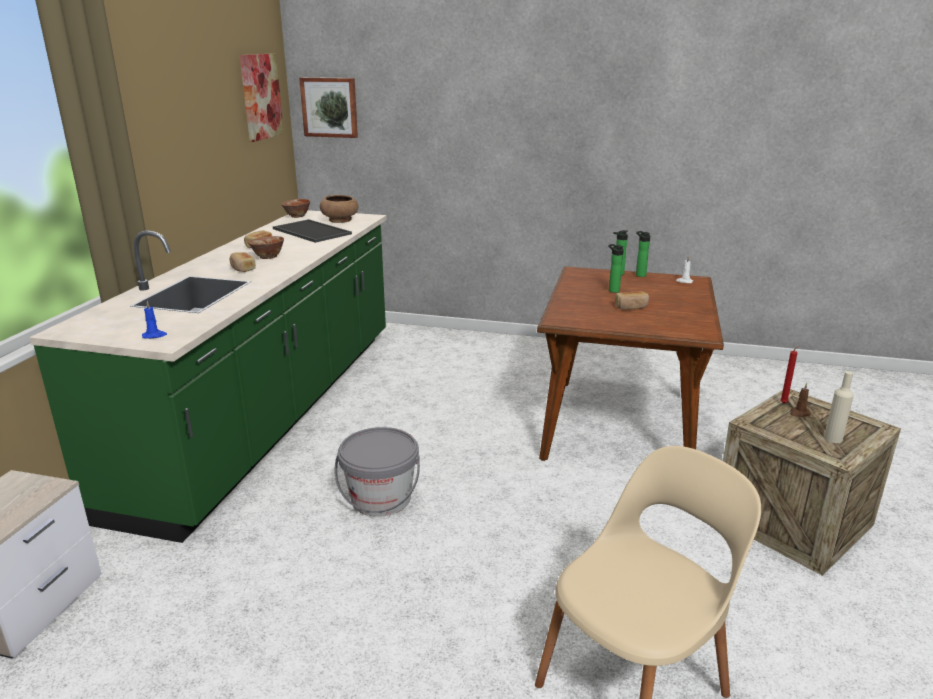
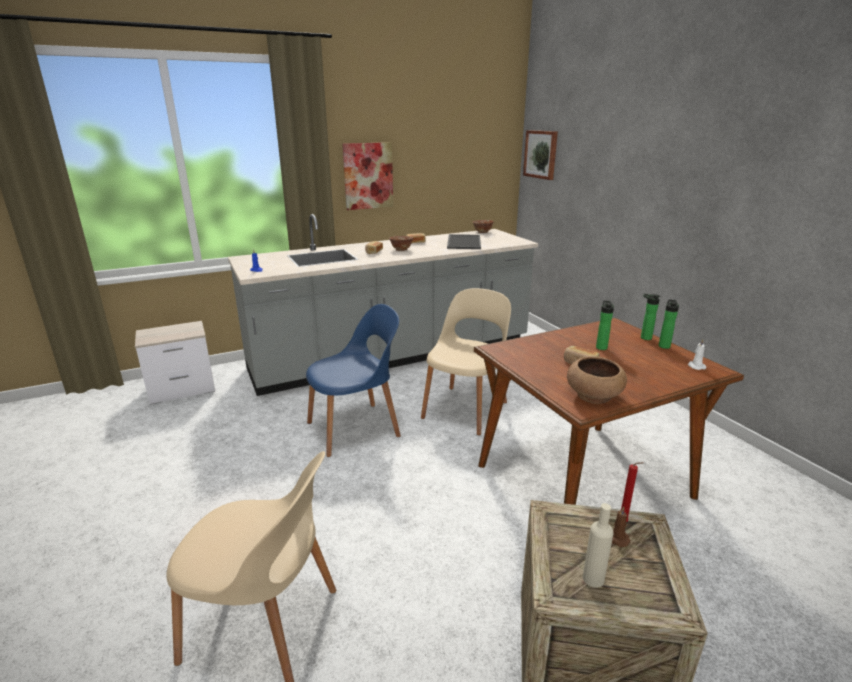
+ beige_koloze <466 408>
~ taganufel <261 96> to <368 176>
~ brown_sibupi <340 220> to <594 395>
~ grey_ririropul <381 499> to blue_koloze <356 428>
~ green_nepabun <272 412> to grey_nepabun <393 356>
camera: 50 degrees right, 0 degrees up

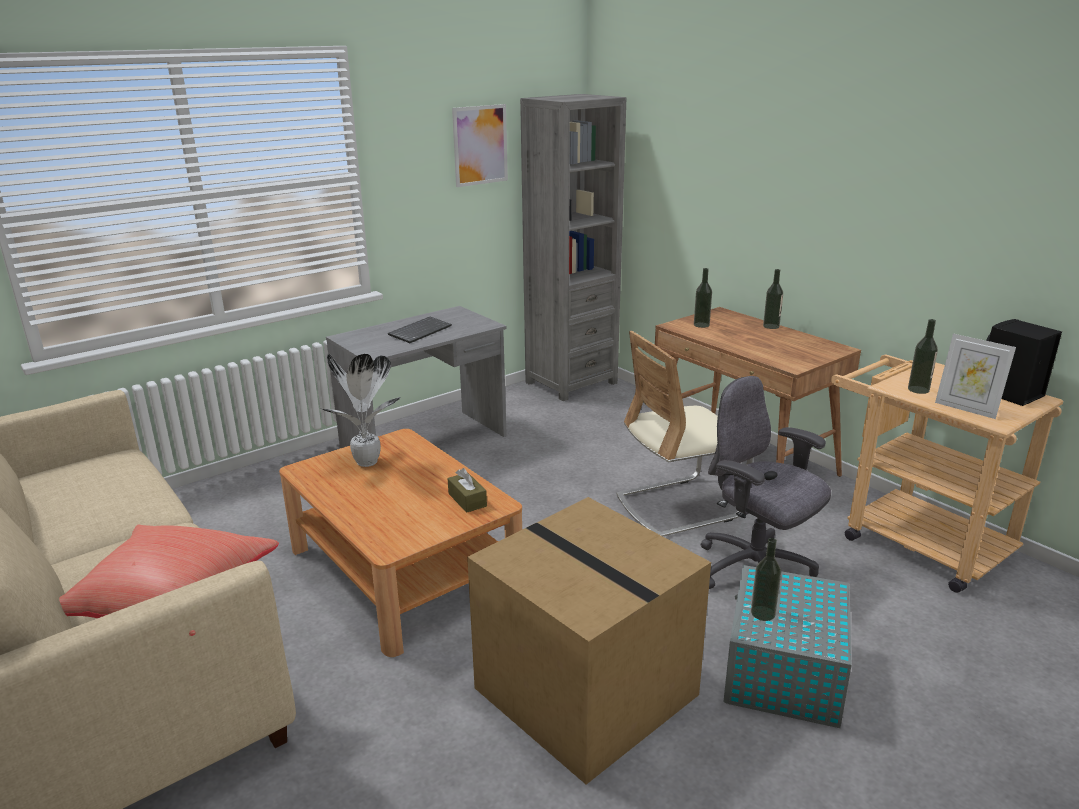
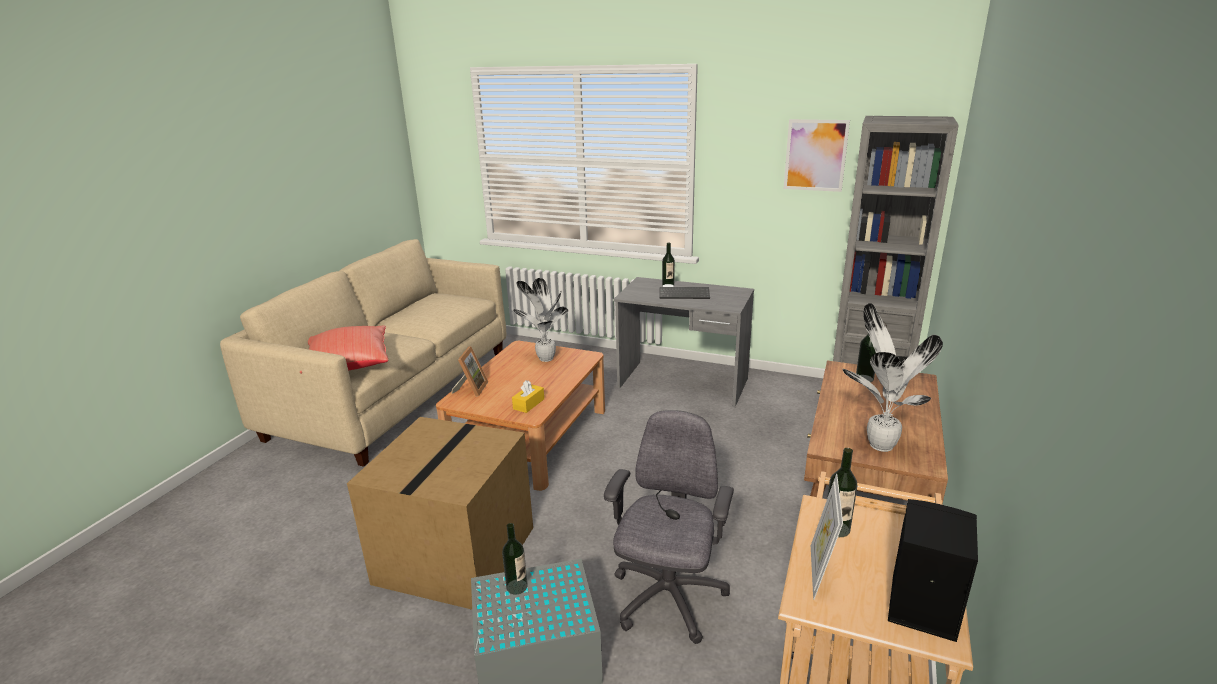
- beige_koloze <679 506>
+ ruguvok <471 389>
+ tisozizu <879 444>
~ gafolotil <771 326> to <668 286>
~ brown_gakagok <467 500> to yellow_gakagok <528 404>
camera: 60 degrees right, 0 degrees up

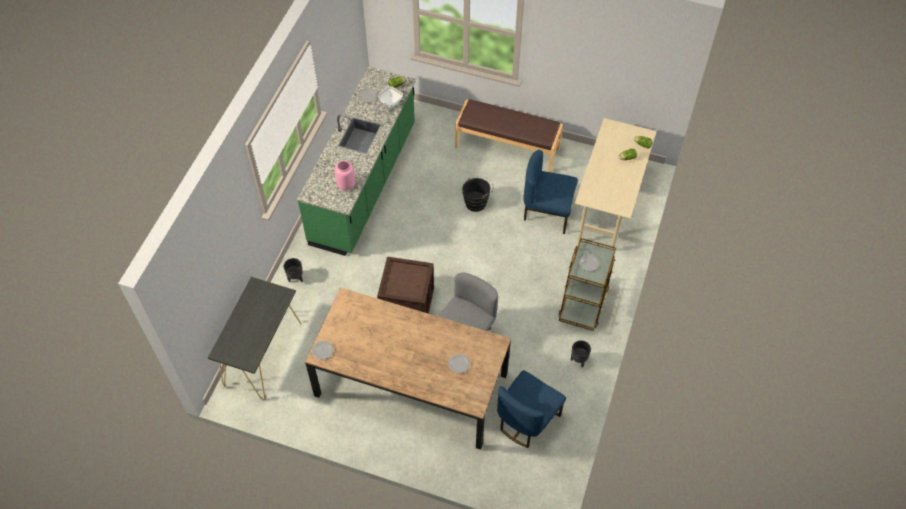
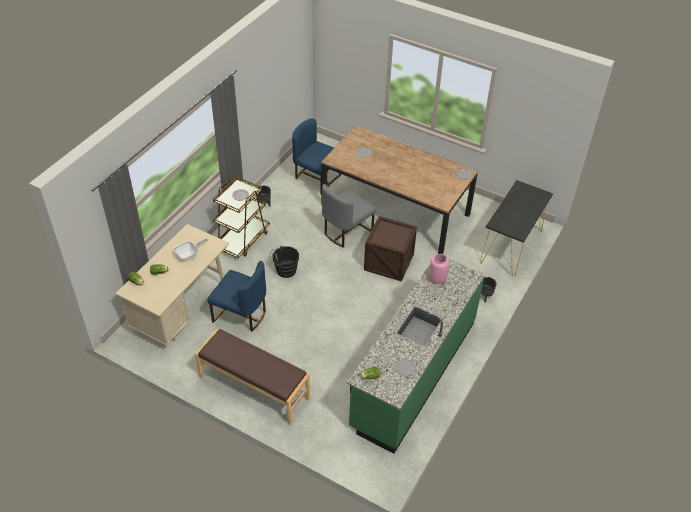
~ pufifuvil <388 104> to <189 255>
~ black_ririropul <477 202> to <284 271>
~ blue_koloze <527 420> = <316 178> 105 degrees counterclockwise
camera: 170 degrees left, 10 degrees down

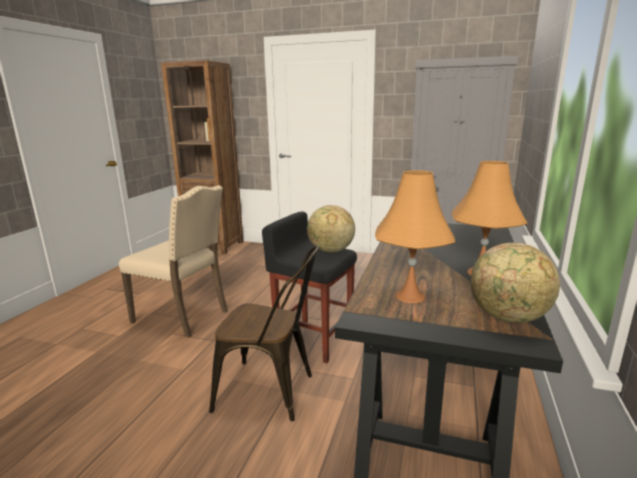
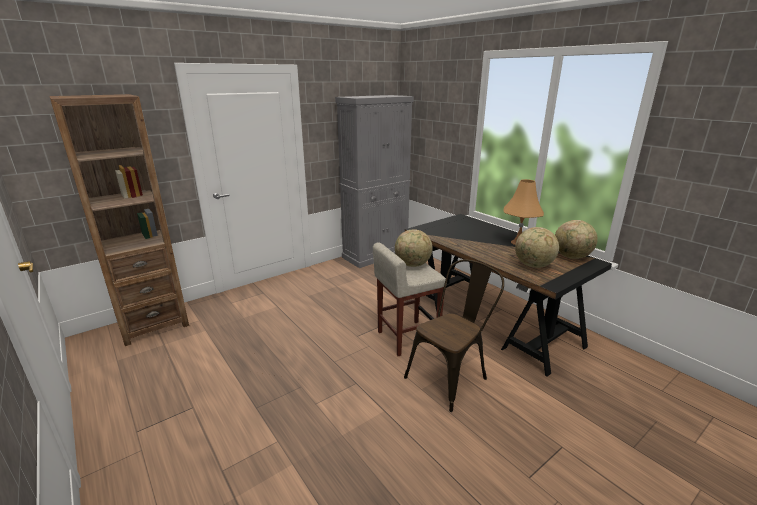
- beige_koloze <183 316>
~ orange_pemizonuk <409 296> to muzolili <533 266>
~ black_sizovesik <313 340> to beige_sizovesik <407 338>
camera: 55 degrees left, 5 degrees up

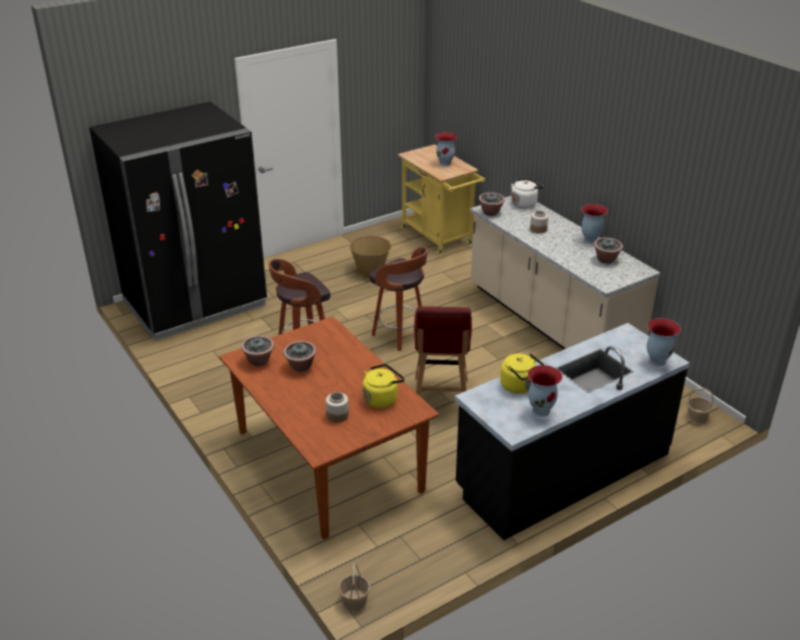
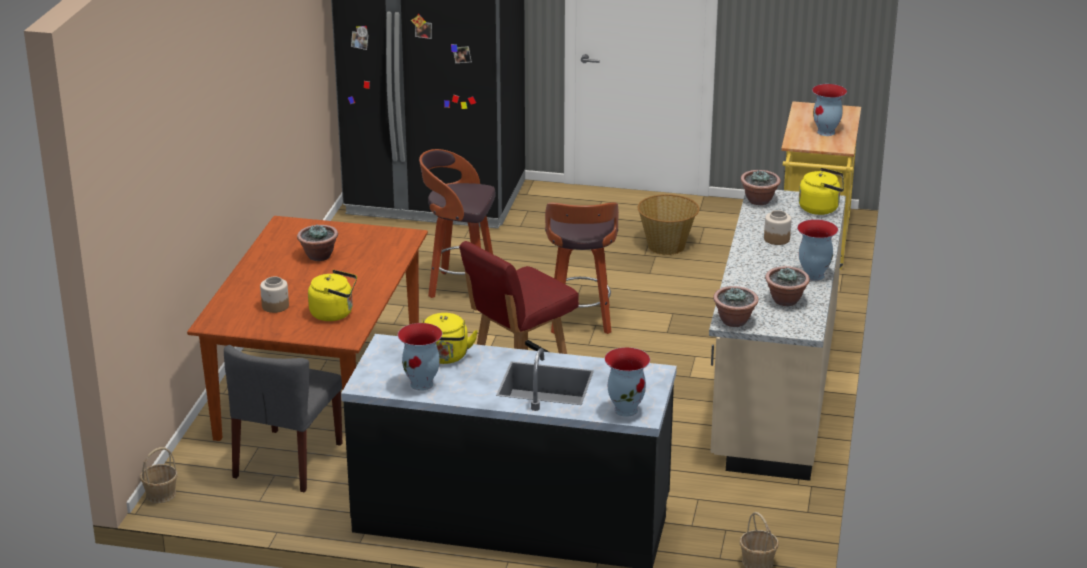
+ grey_koloze <288 461>
~ tisozizu <259 361> to <734 321>
~ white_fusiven <524 204> to yellow_fusiven <821 208>
camera: 45 degrees right, 5 degrees down

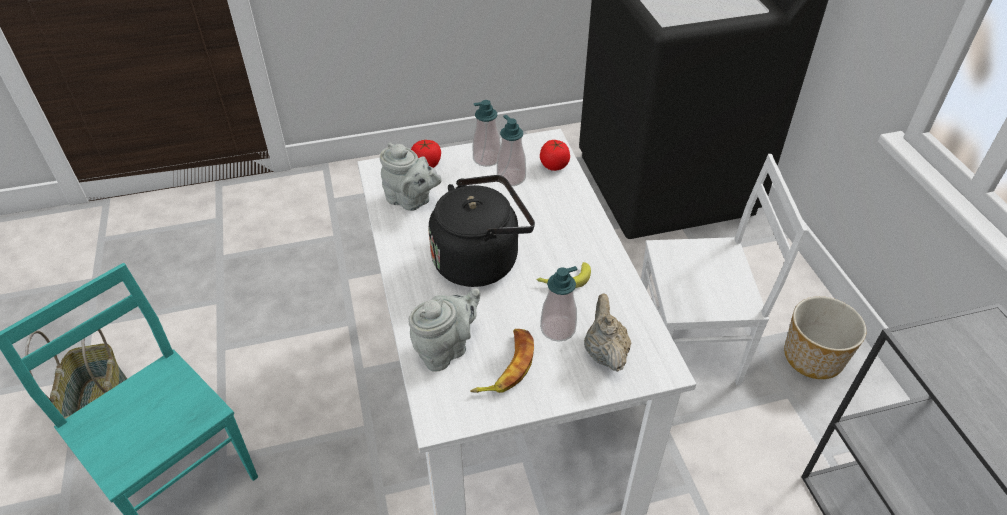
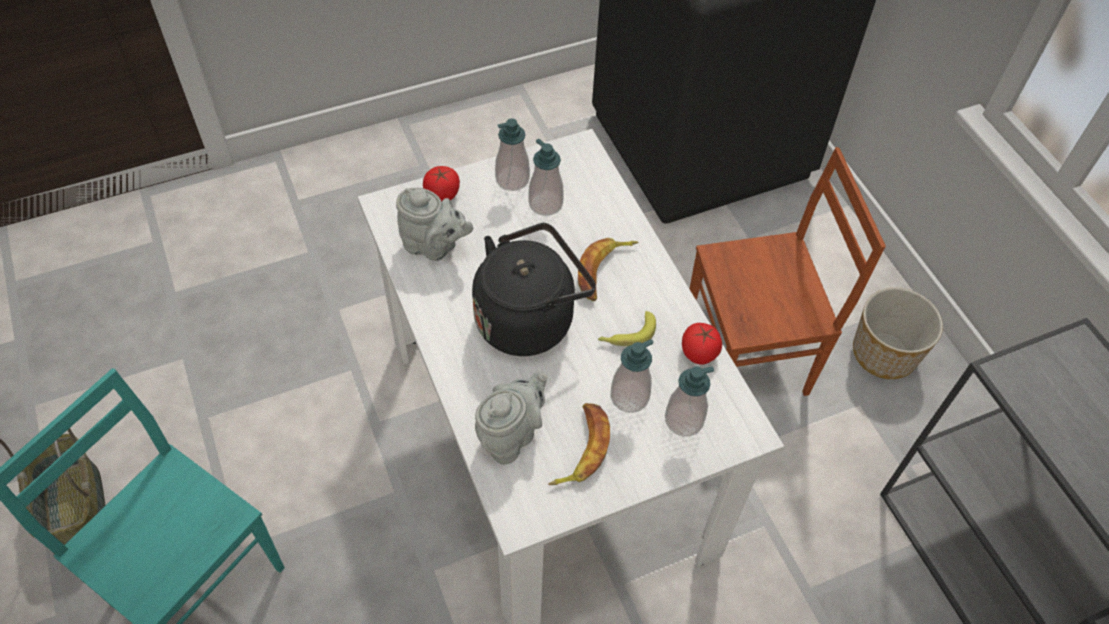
+ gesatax <603 271>
~ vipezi <554 165> to <699 352>
~ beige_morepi <604 352> to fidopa <684 420>
~ white_koloze <689 348> to brown_koloze <748 357>
camera: 10 degrees left, 10 degrees up

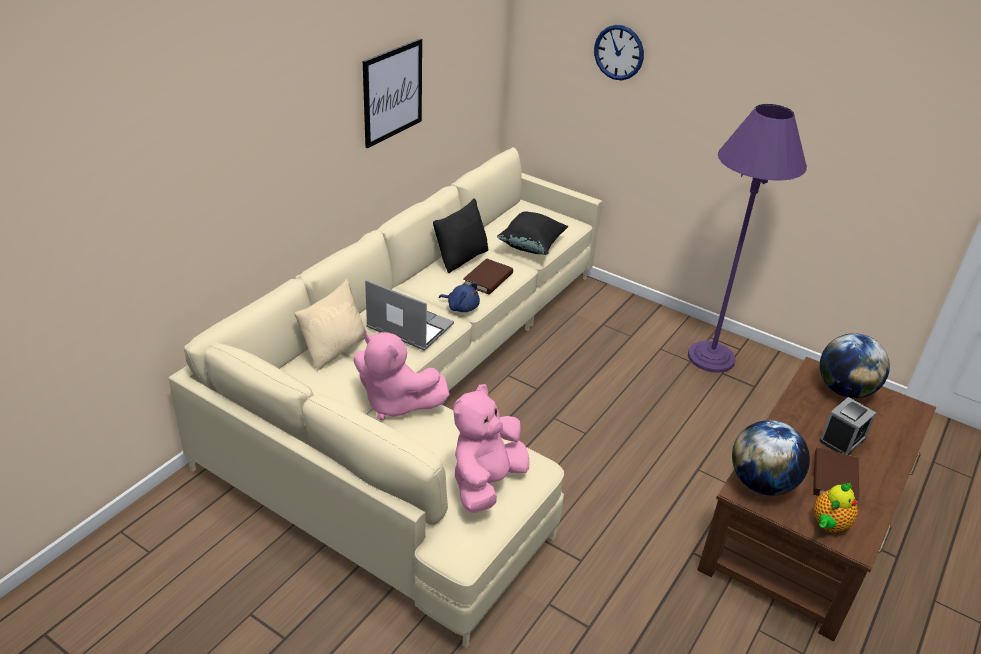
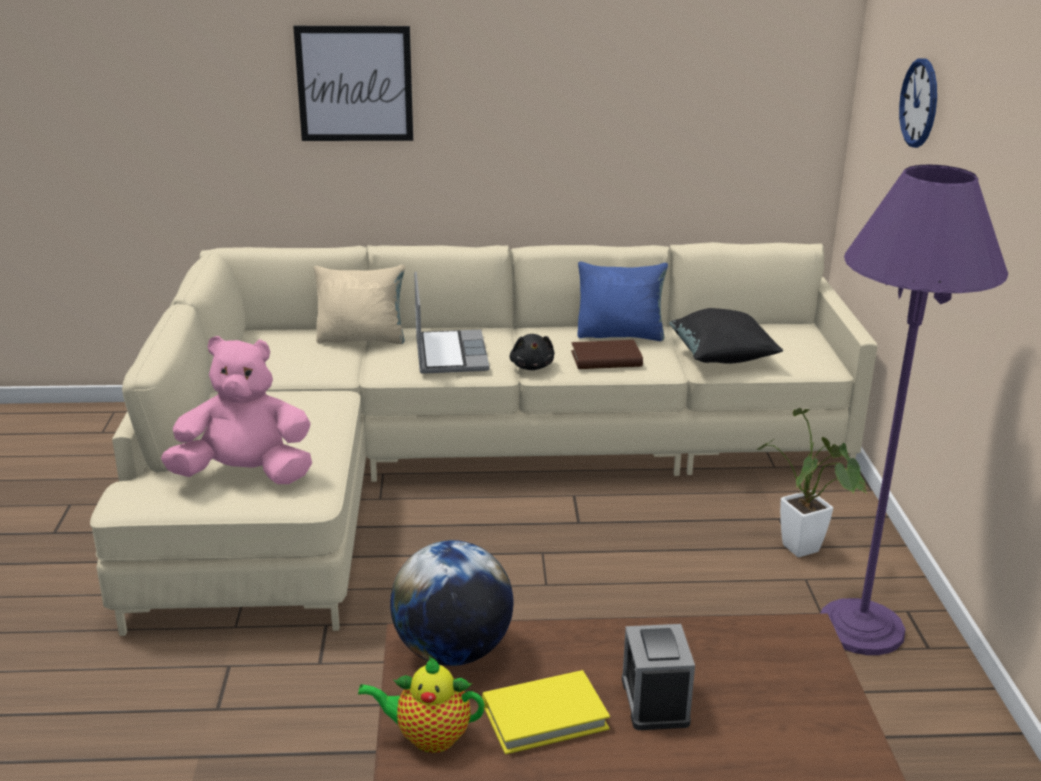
- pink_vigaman <395 403>
- muzolili <844 390>
+ tisozizu <805 553>
~ taganufel <392 92> to <355 84>
~ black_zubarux <461 258> to blue_zubarux <620 335>
~ blue_vigaman <461 307> to black_vigaman <532 366>
~ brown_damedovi <834 479> to yellow_damedovi <544 716>
~ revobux <842 440> = <655 701> 75 degrees clockwise
camera: 55 degrees right, 10 degrees down

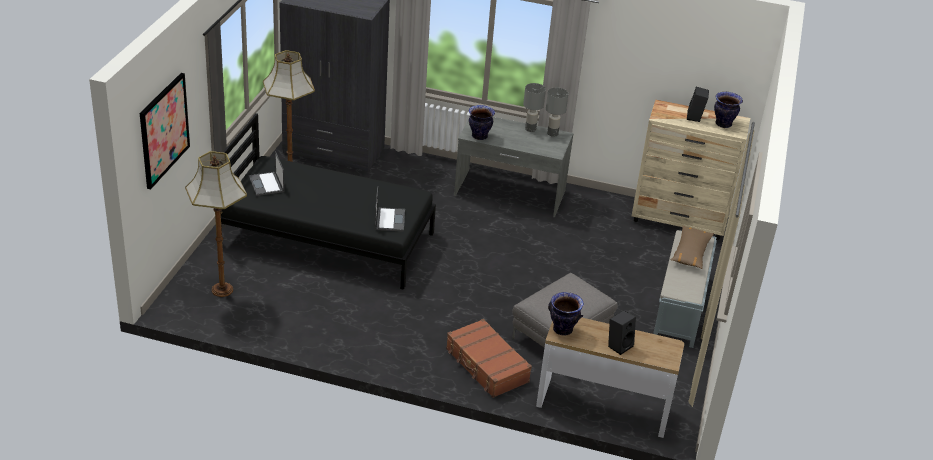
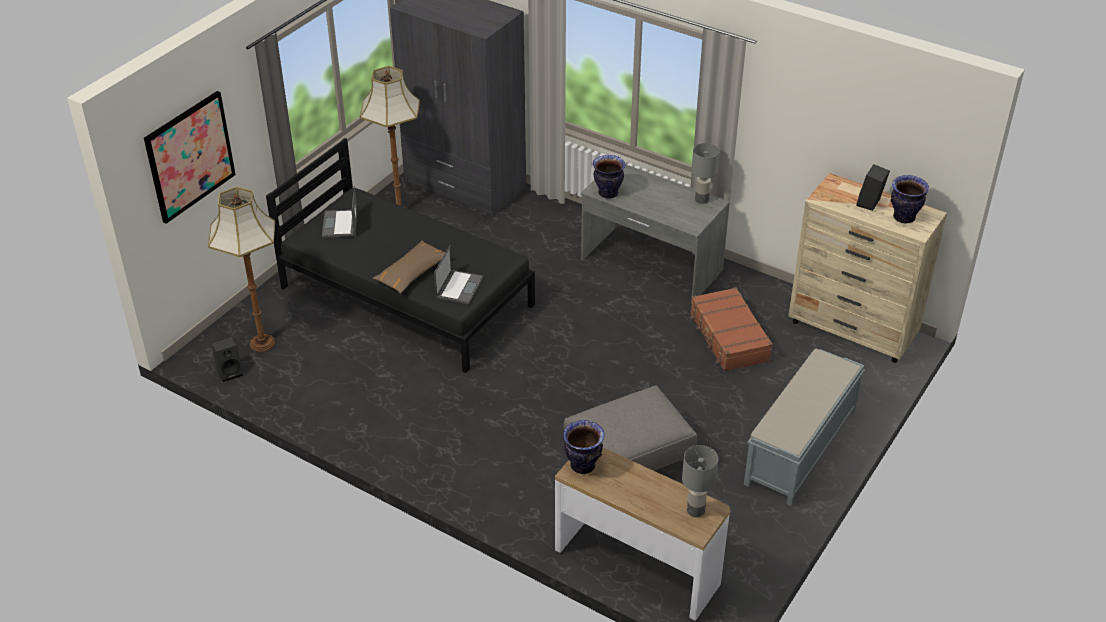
~ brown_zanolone <486 366> to <728 338>
~ grey_pemizonuk <530 129> to <696 510>
~ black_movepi <619 345> to <230 372>
~ brown_zubarux <690 252> to <412 273>
camera: 20 degrees right, 5 degrees up

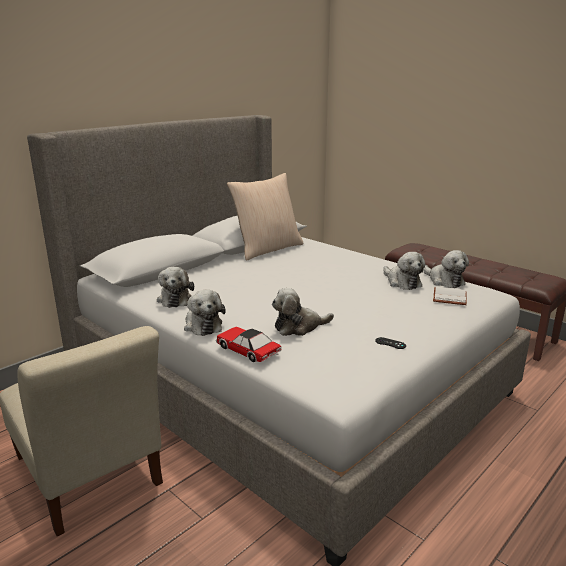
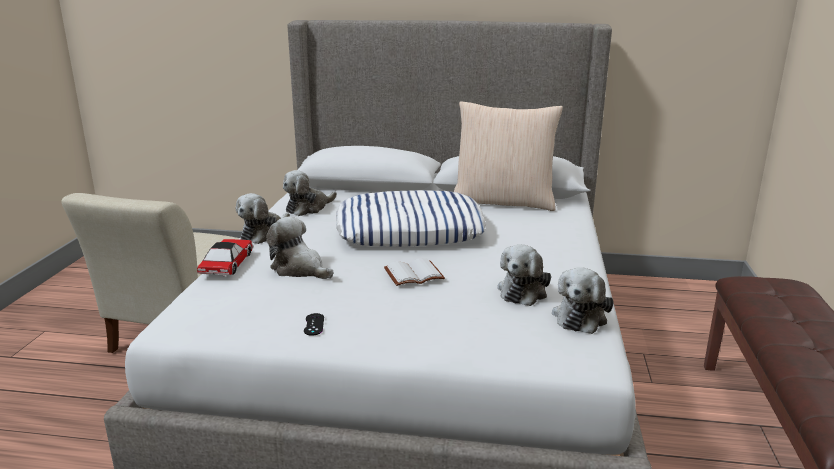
+ zubarux <410 230>
~ white_damedovi <448 297> to <414 274>
camera: 55 degrees right, 0 degrees up

